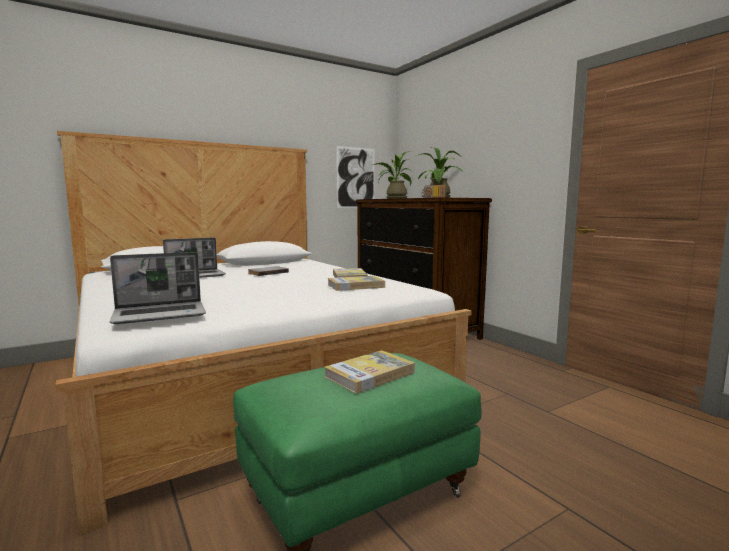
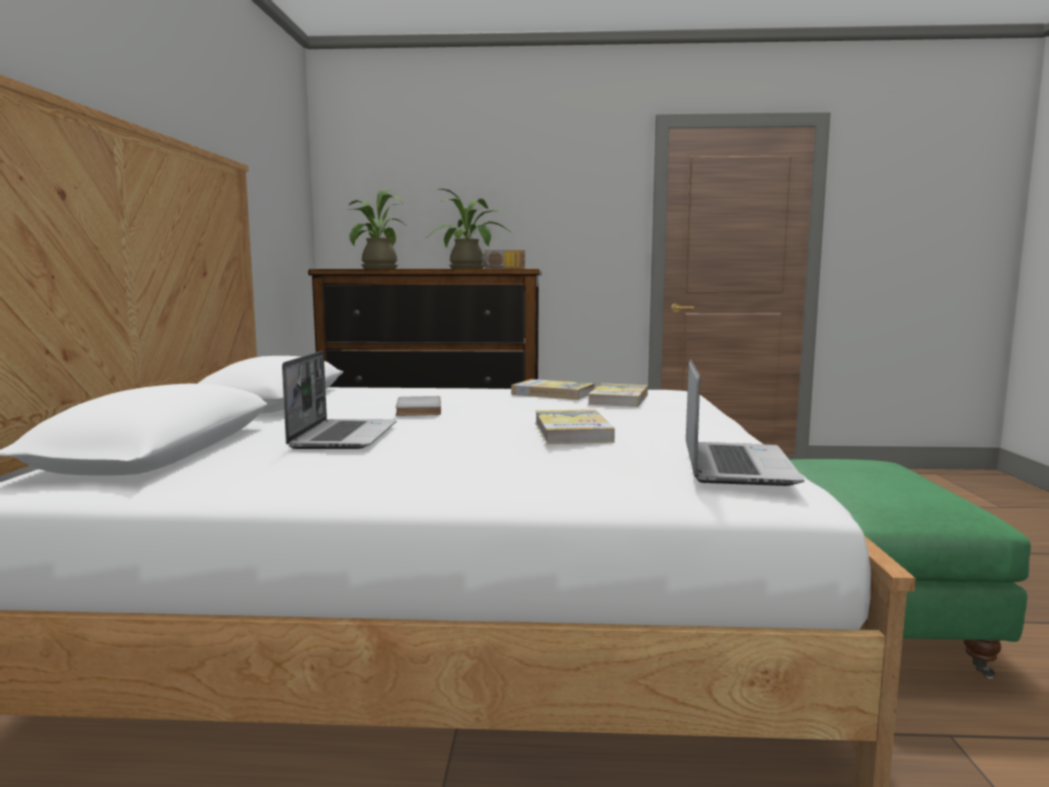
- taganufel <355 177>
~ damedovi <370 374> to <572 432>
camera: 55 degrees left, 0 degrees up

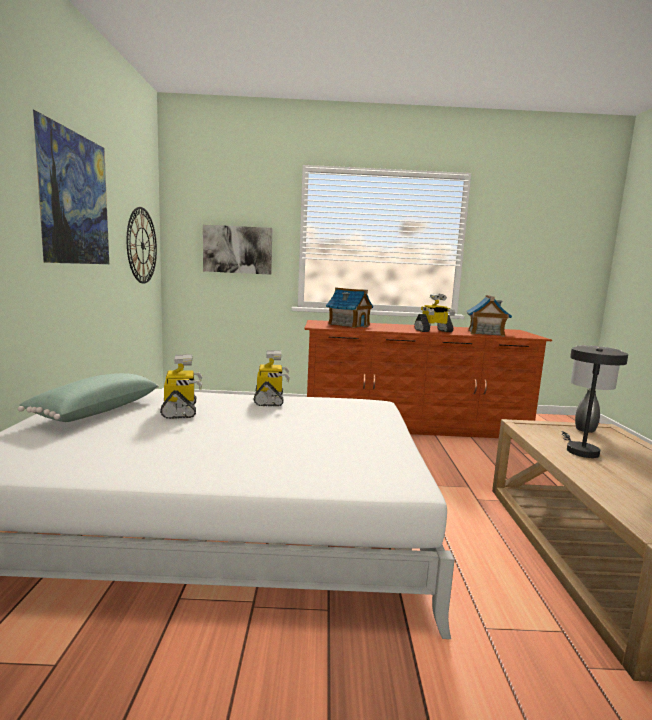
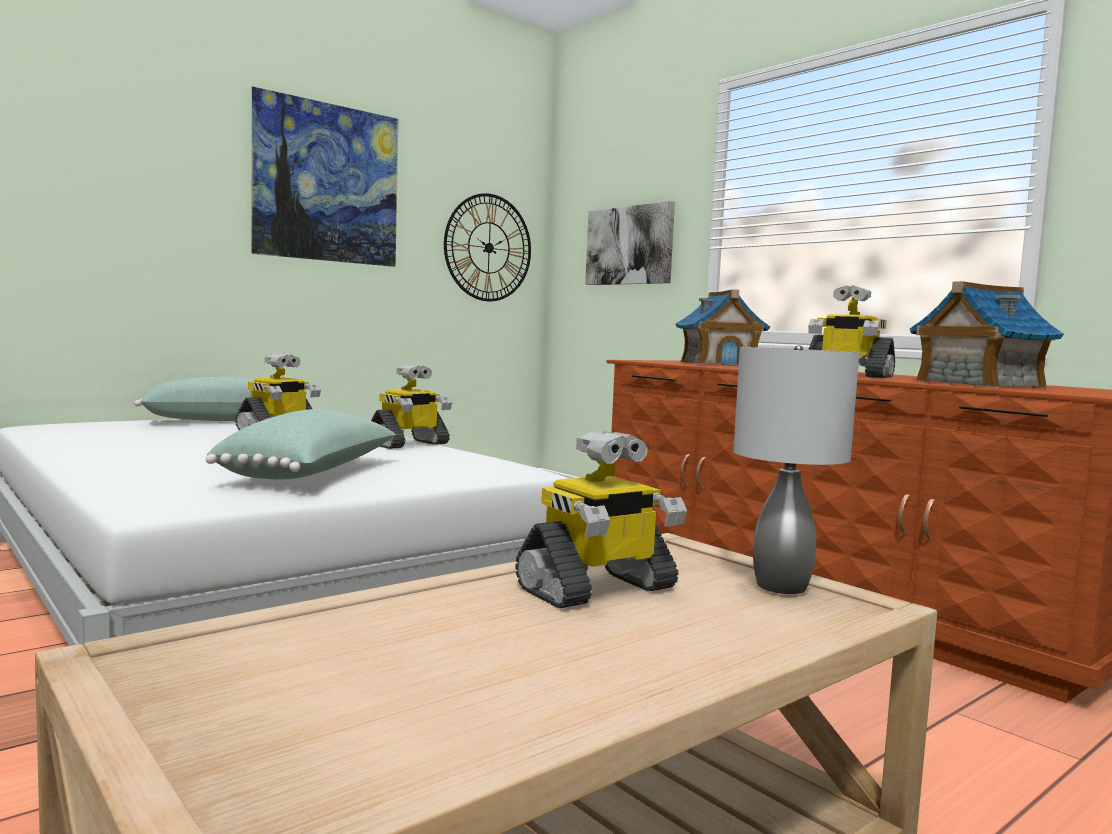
+ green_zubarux <313 474>
~ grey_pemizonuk <579 450> to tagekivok <597 589>
camera: 50 degrees right, 5 degrees down

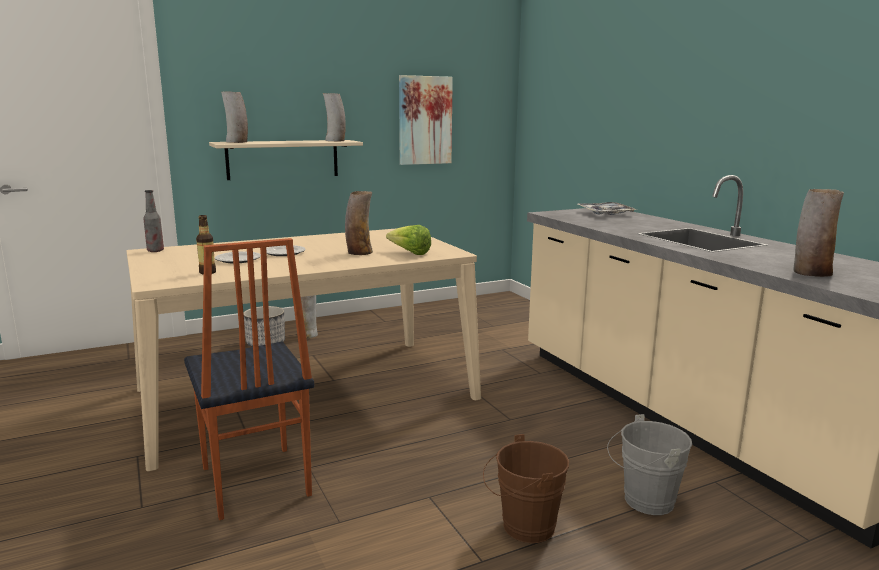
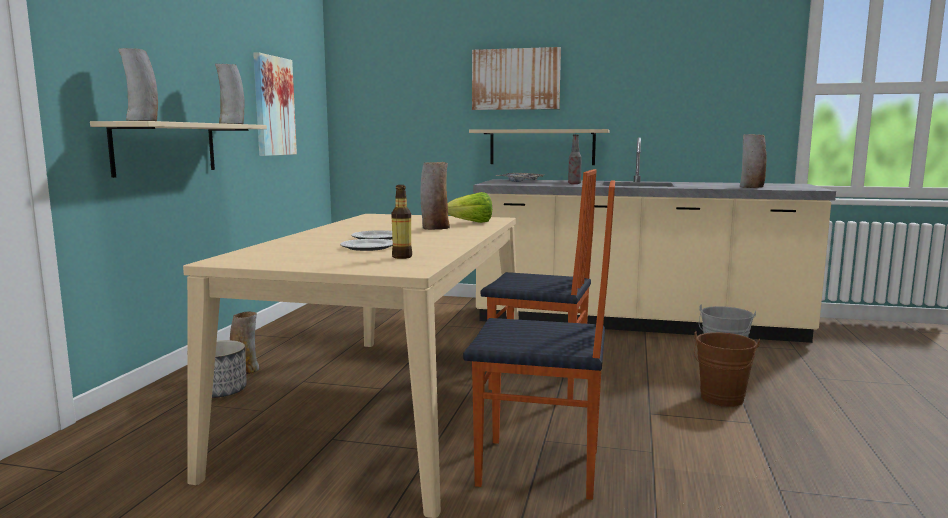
+ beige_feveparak <542 147>
+ taganufel <515 79>
+ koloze <538 382>
~ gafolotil <155 251> to <574 183>
camera: 50 degrees left, 5 degrees down

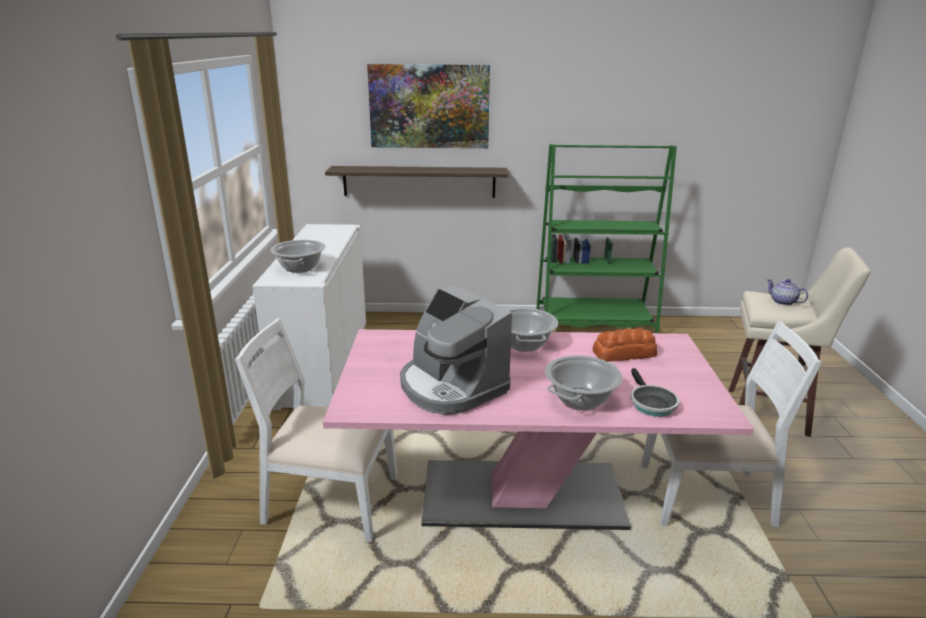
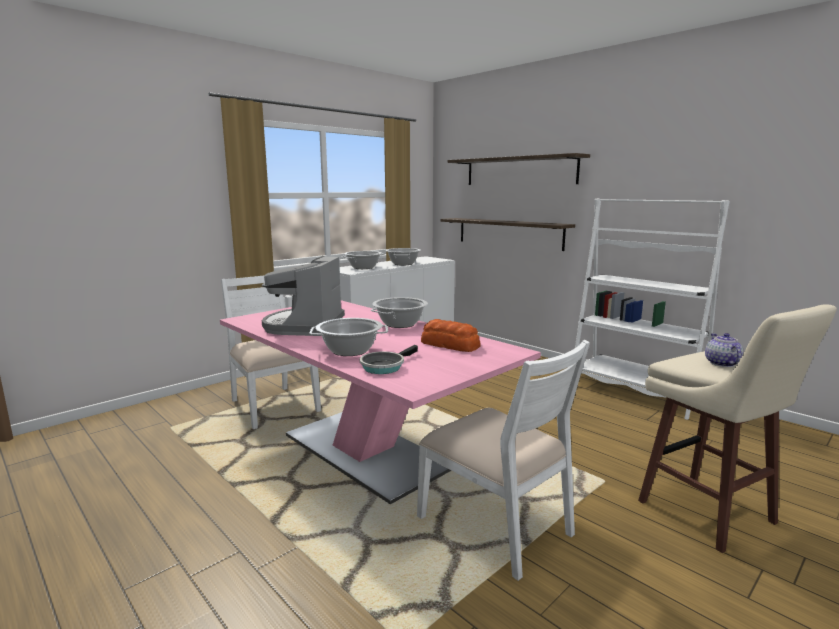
+ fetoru <403 264>
~ taganufel <429 106> to feveparak <519 171>
~ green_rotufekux <594 326> to white_rotufekux <635 392>
camera: 45 degrees right, 10 degrees down

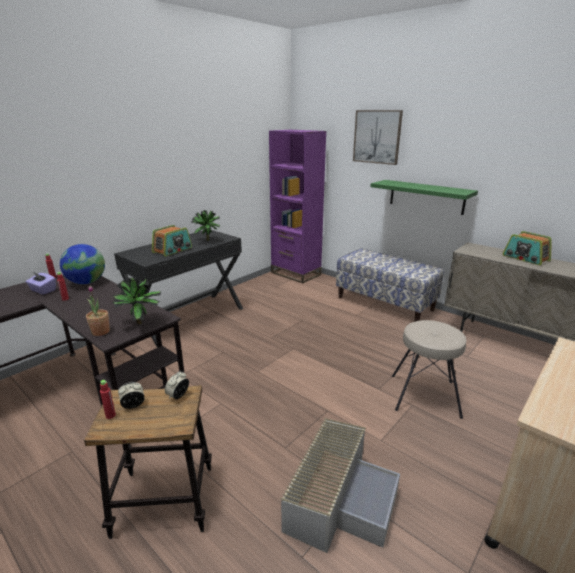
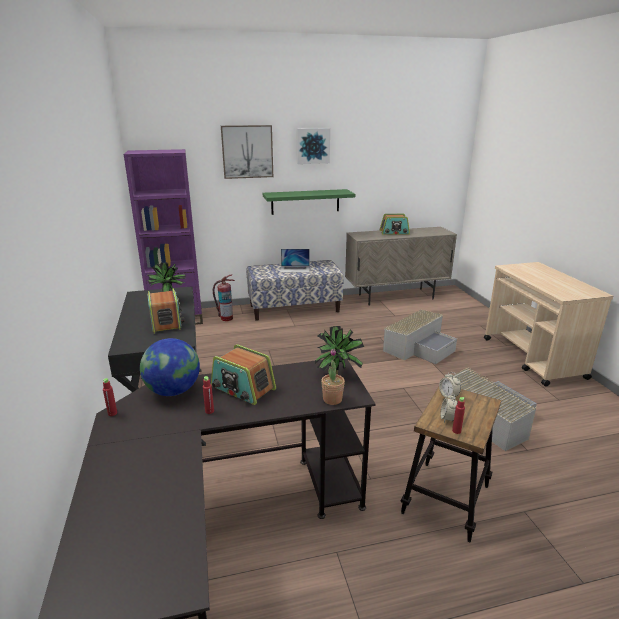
- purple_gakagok <43 290>
+ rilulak <243 388>
+ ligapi <226 318>
+ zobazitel <295 269>
+ taganufel <312 146>
~ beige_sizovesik <424 395> to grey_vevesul <419 347>
camera: 55 degrees left, 0 degrees up

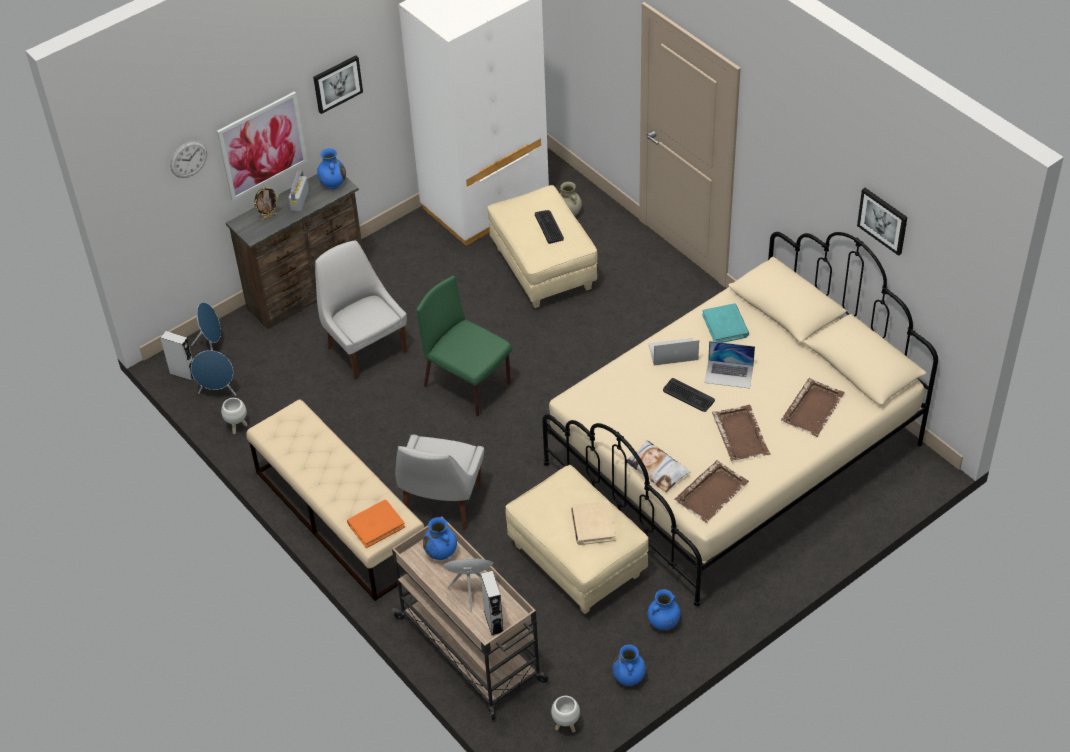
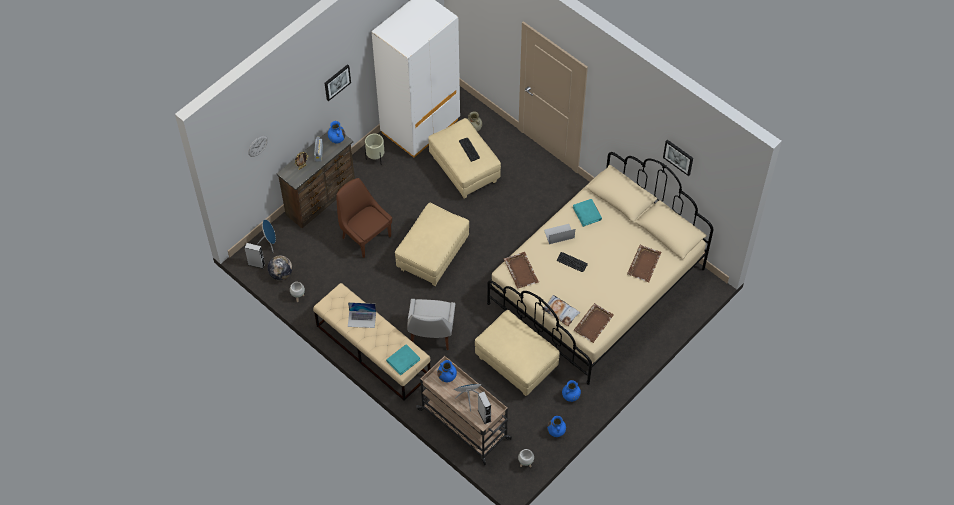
- taganufel <262 146>
- beige_damedovi <592 525>
+ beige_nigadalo <375 158>
~ zobazitel <729 374> to <362 319>
~ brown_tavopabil <740 434> to <521 271>
~ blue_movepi <218 391> to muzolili <281 274>
~ green_koloze <468 386> to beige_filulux <433 255>
~ white_koloze <365 348> to brown_koloze <365 236>
~ orange_damedovi <376 525> to turquoise_damedovi <403 360>
camera: 10 degrees left, 10 degrees up

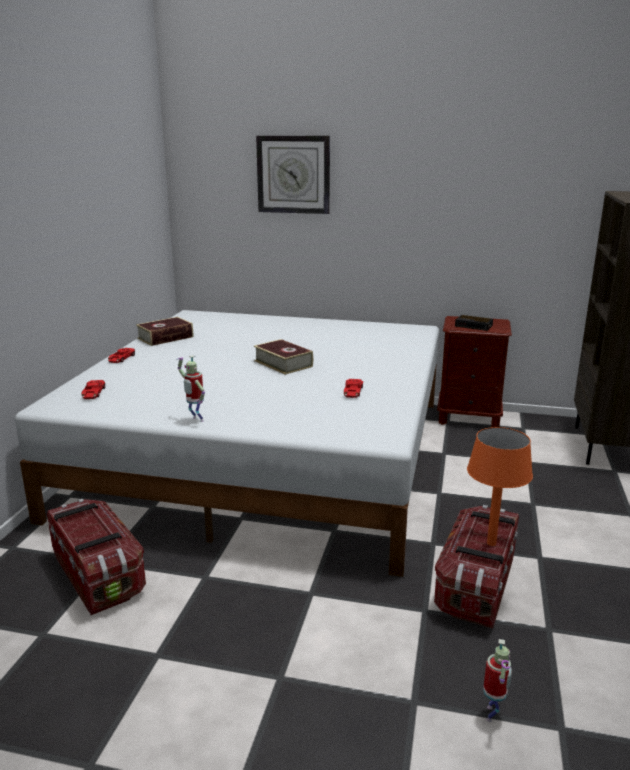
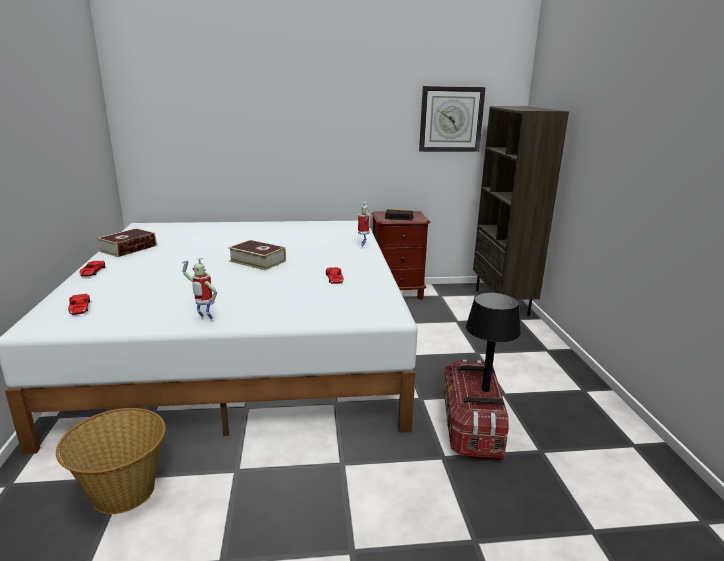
~ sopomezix <293 174> to <451 119>
~ tagekivok <492 714> to <363 246>
~ vevesul <98 574> to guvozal <123 492>
~ orange_pemizonuk <491 543> to black_pemizonuk <485 390>
camera: 20 degrees left, 0 degrees up

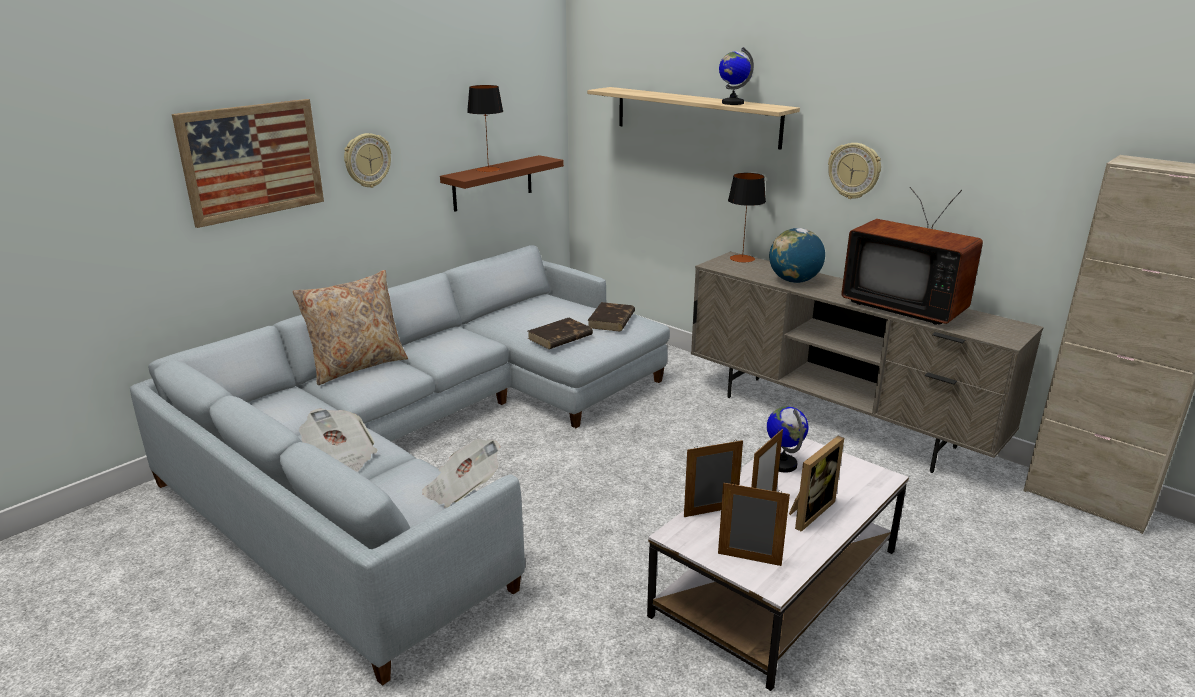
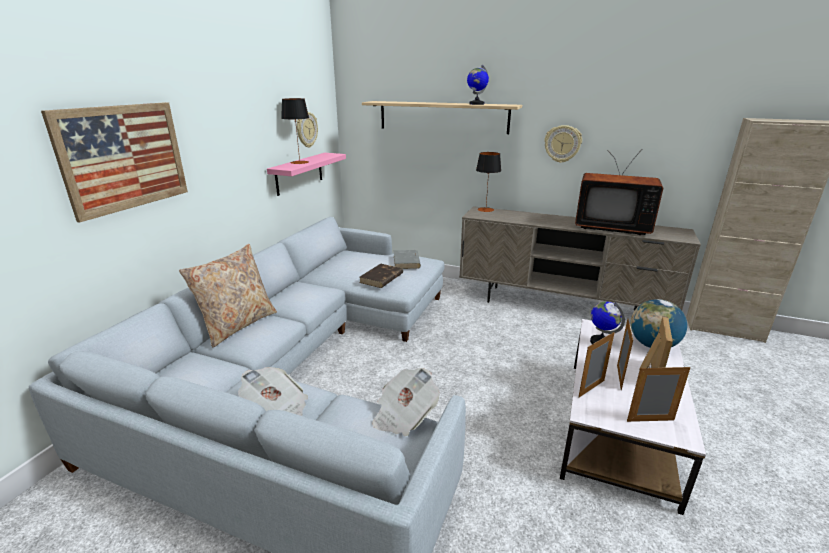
~ sopomezix <367 160> to <306 129>
~ muzolili <794 281> to <652 345>
~ brown_feveparak <492 183> to pink_feveparak <299 173>
~ brown_damedovi <611 320> to grey_damedovi <406 261>
camera: 20 degrees left, 0 degrees up

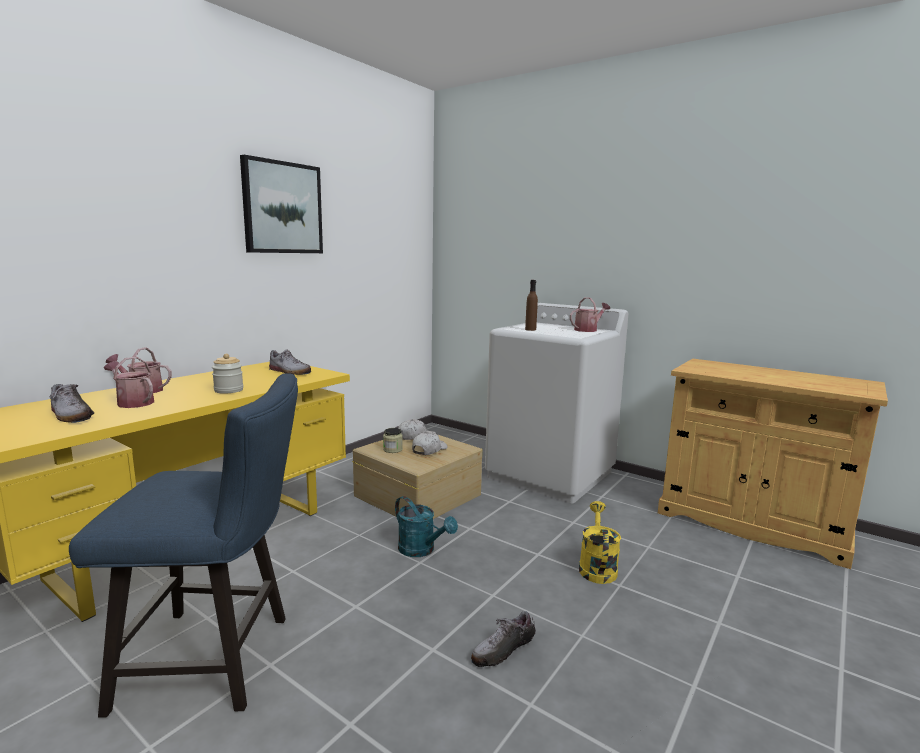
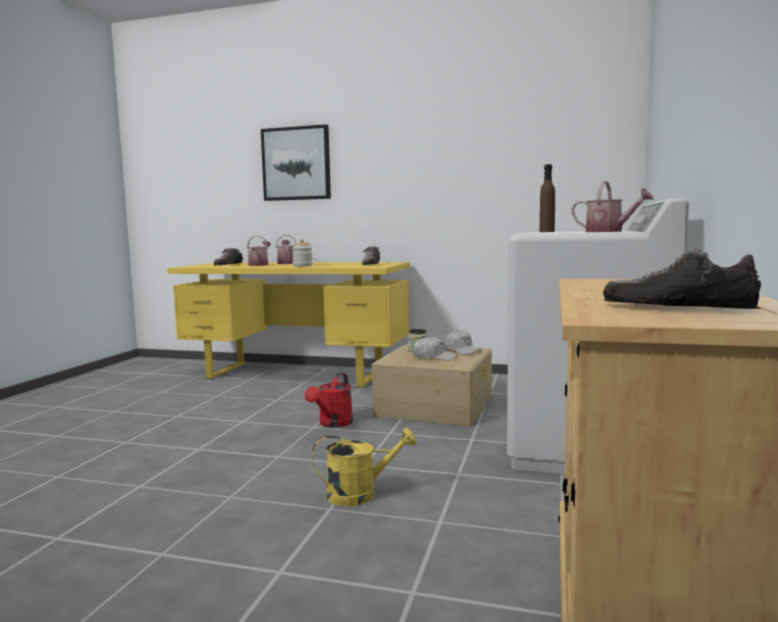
- blue_koloze <218 660>
~ taganufel <282 208> to <296 164>
~ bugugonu <503 650> to <676 308>
~ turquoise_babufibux <421 550> to red_babufibux <333 424>
camera: 70 degrees right, 5 degrees down

